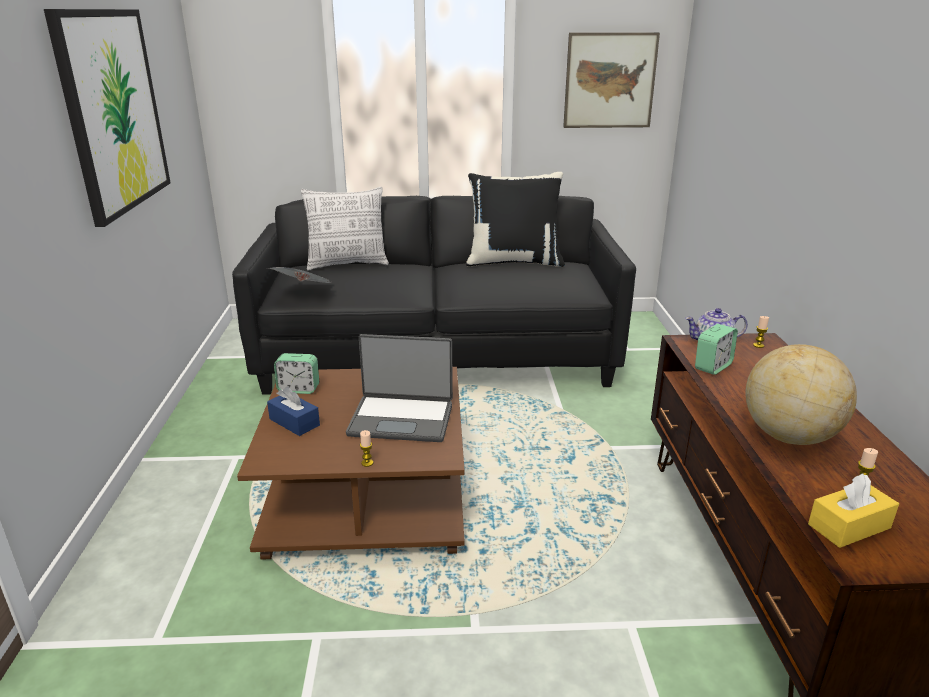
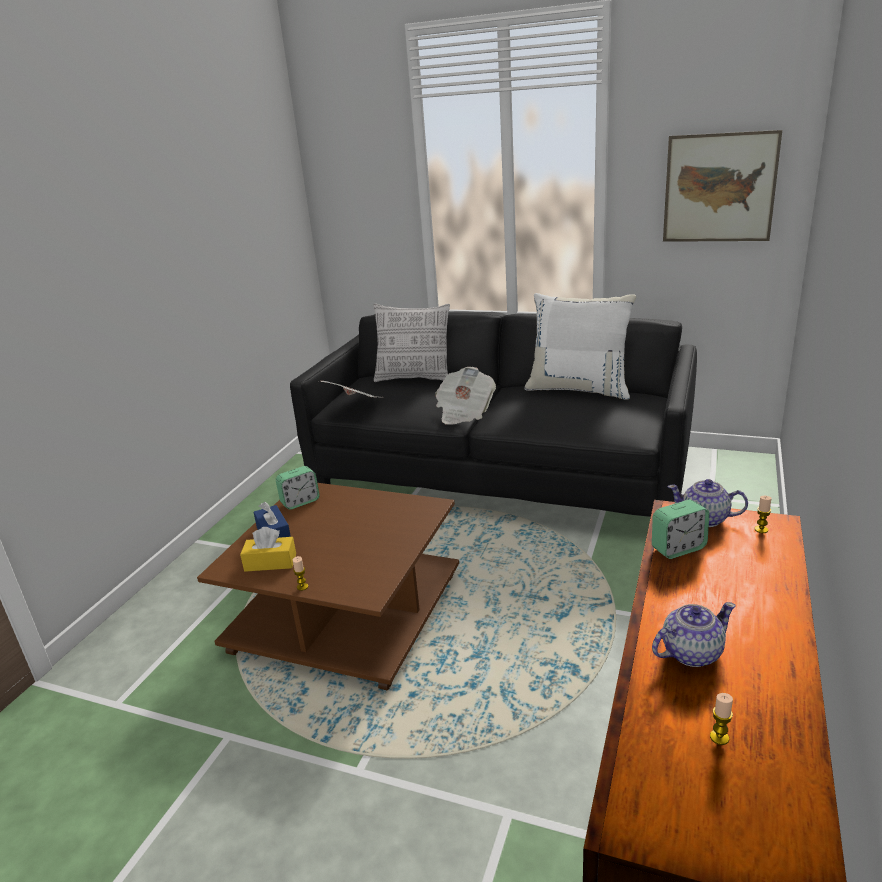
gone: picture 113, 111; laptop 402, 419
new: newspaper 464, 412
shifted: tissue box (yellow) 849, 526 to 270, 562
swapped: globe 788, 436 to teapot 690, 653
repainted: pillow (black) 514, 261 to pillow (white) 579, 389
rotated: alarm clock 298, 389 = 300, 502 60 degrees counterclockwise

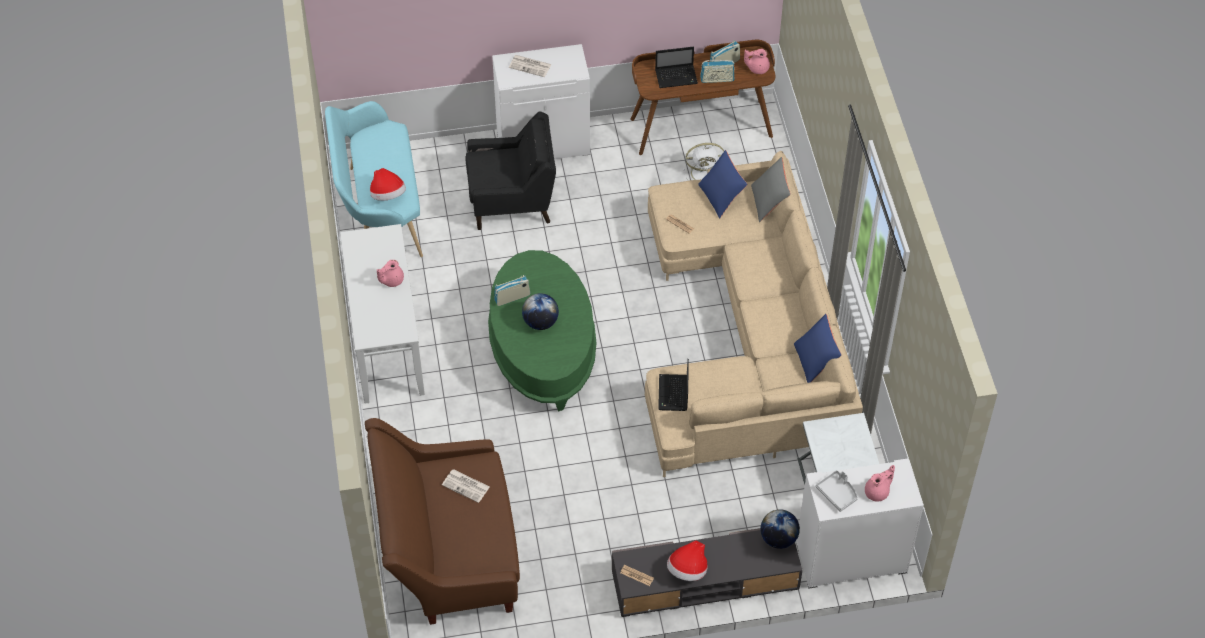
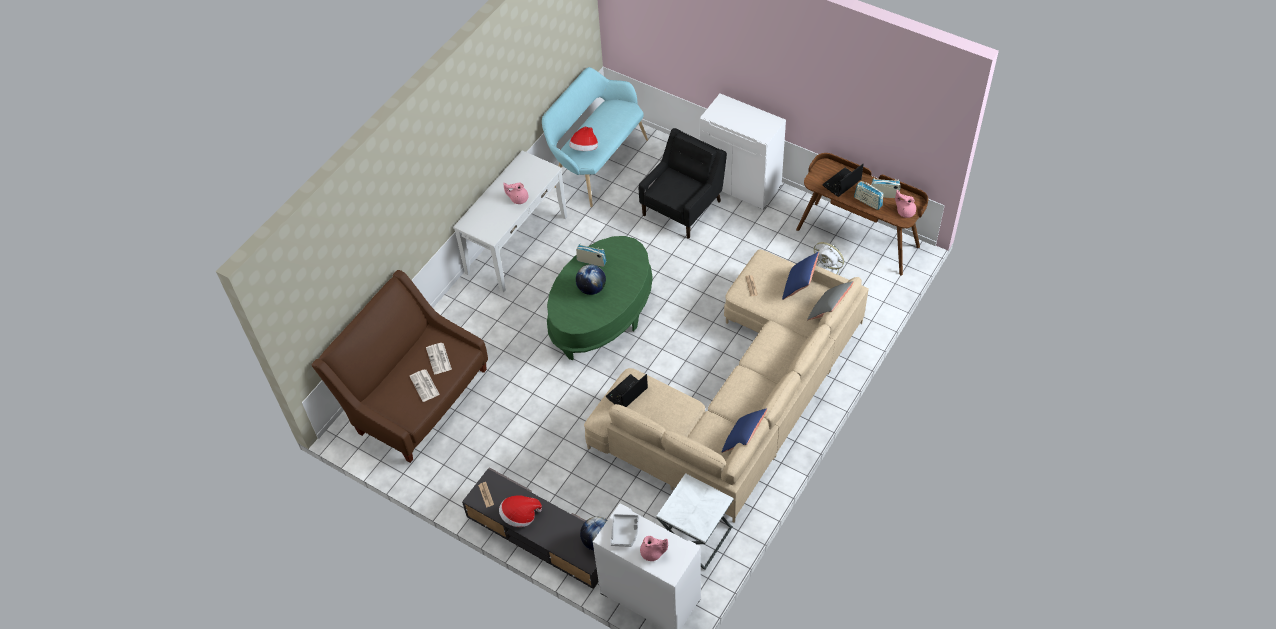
shifted: newspaper 530, 66 to 425, 386
rotated: laptop 677, 77 = 841, 183 105 degrees clockwise; armchair (black) 512, 200 = 682, 207 90 degrees counterclockwise

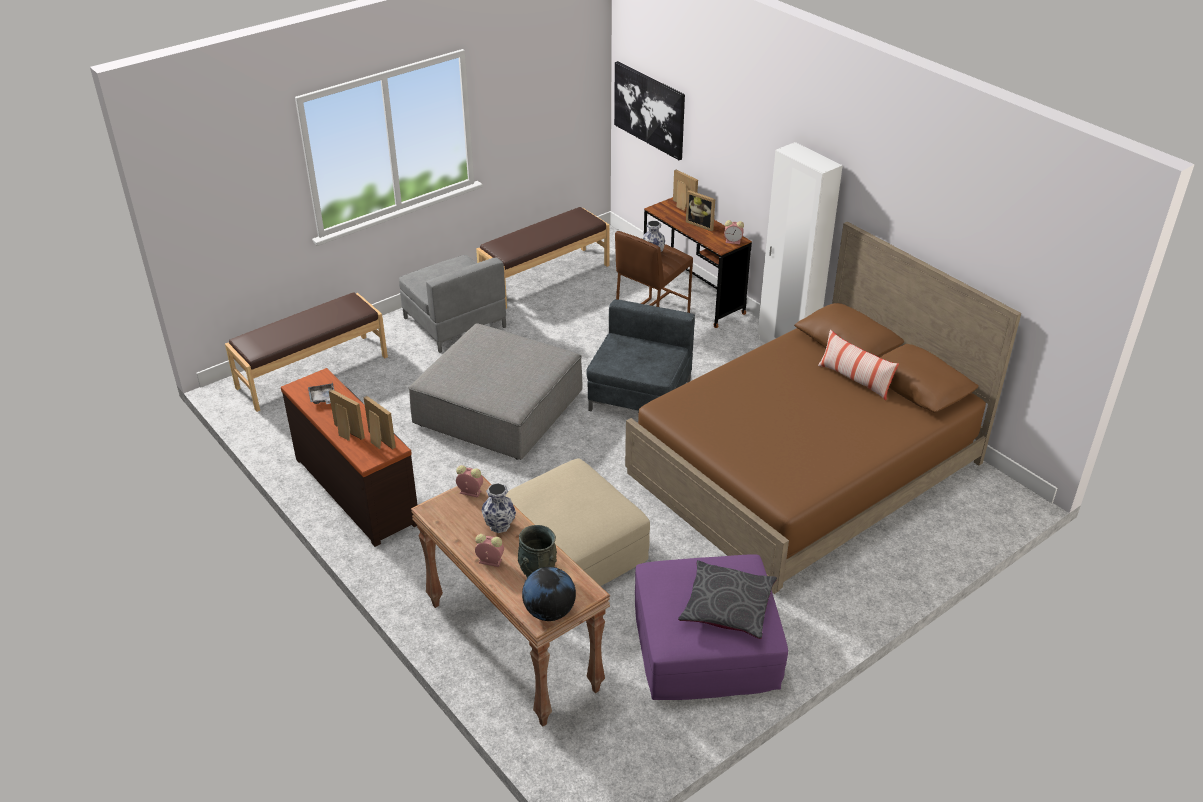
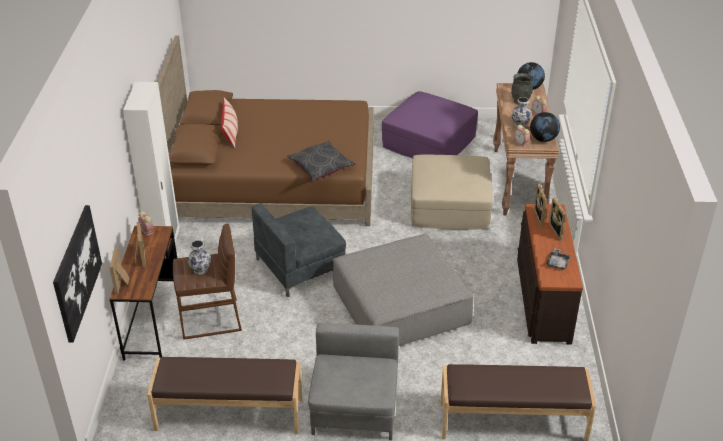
new: globe 543, 139
shifted: pillow (grey) 727, 607 to 321, 166

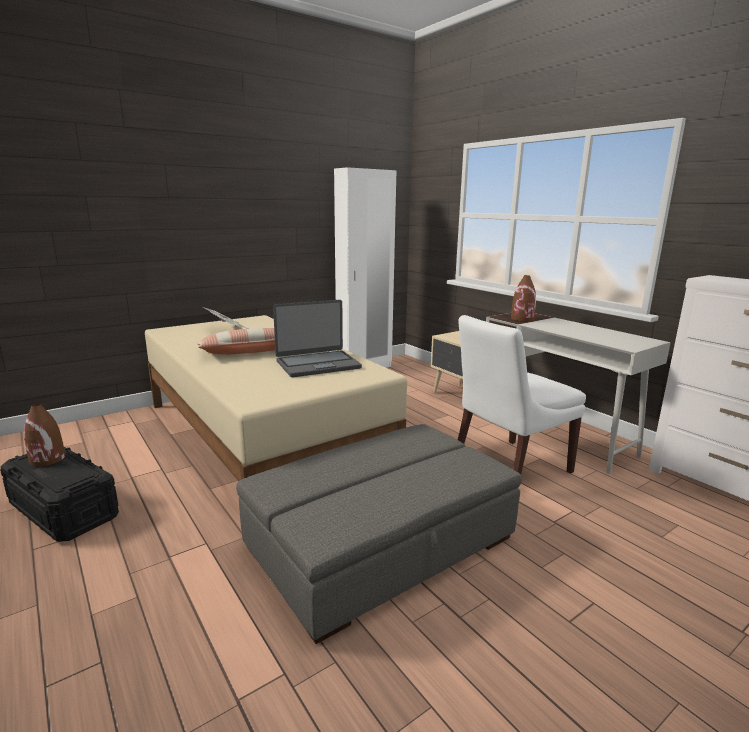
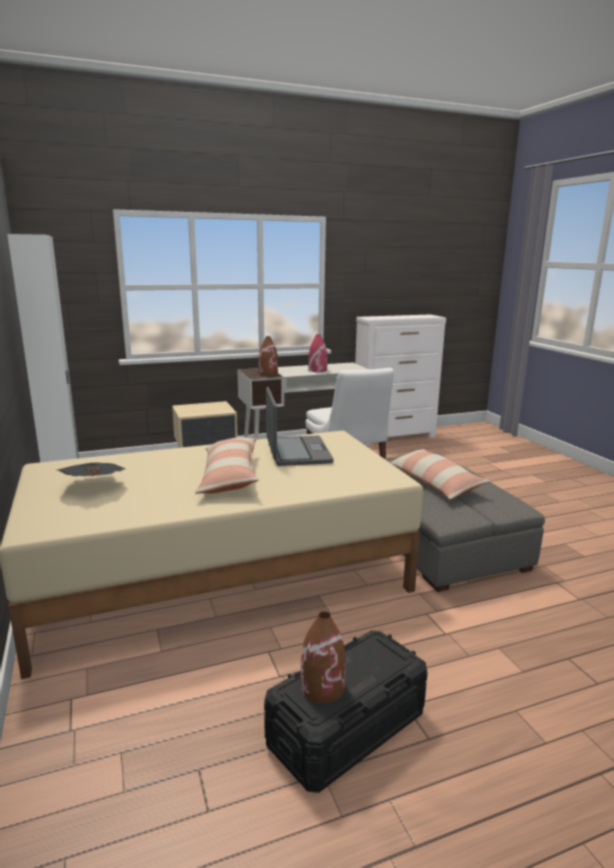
new: vase (red) 317, 370; pillow 434, 483

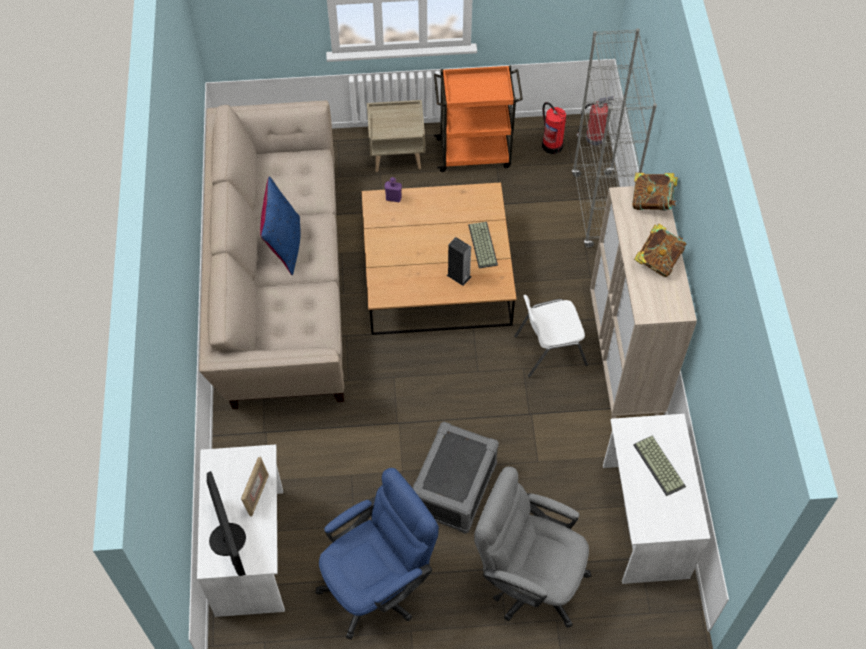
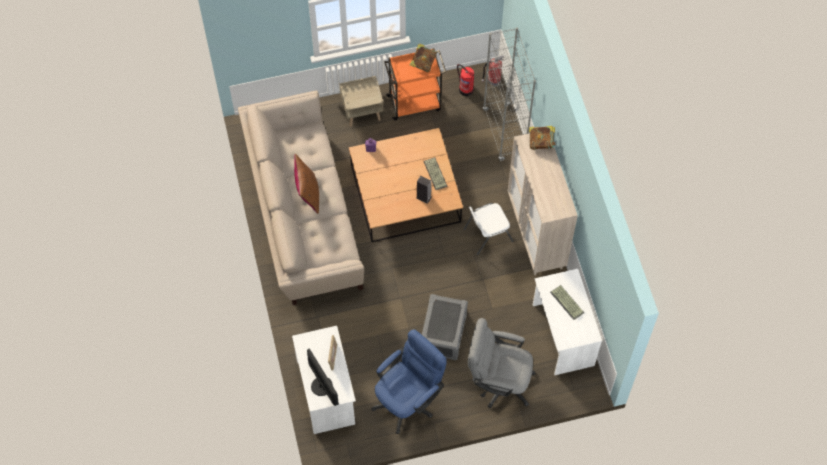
shifted: book 658, 260 to 423, 63
repainted: pillow (blue) 284, 245 to pillow (brown) 308, 194

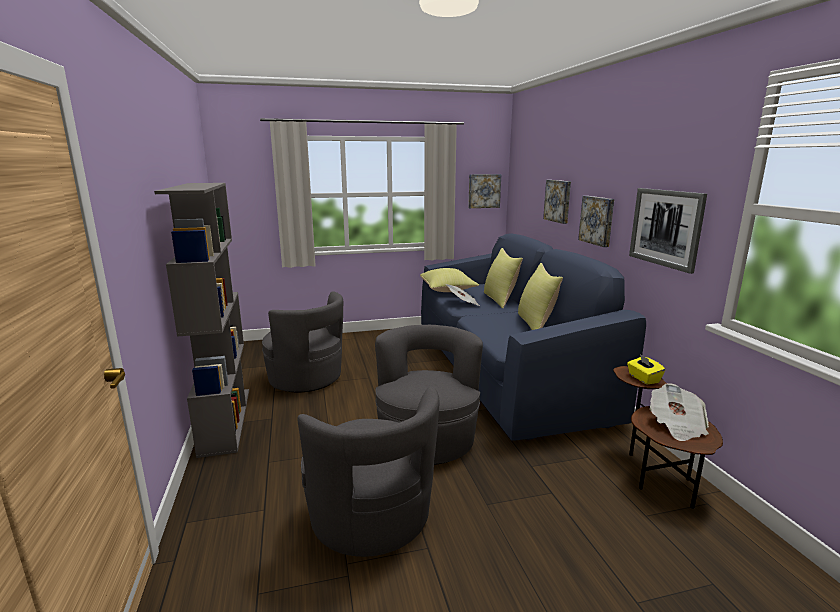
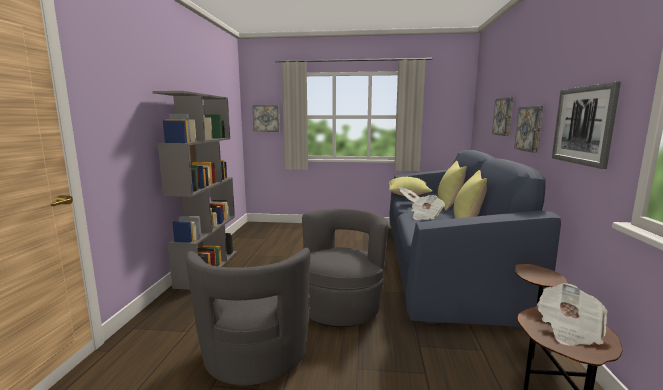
gone: armchair (grey) 307, 379; tissue box (yellow) 643, 378
new: newspaper 425, 216
shifted: picture 484, 191 to 266, 118

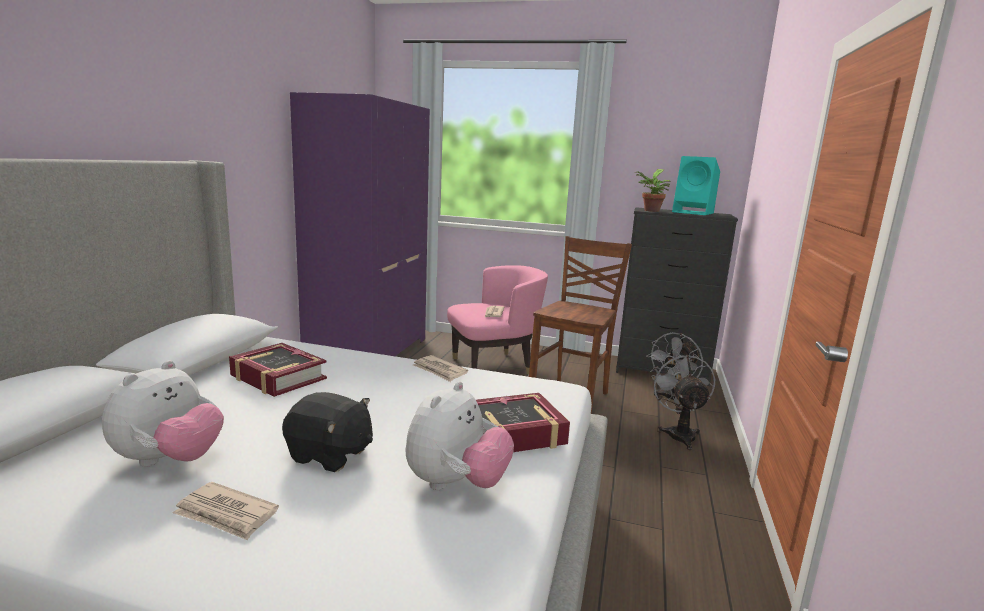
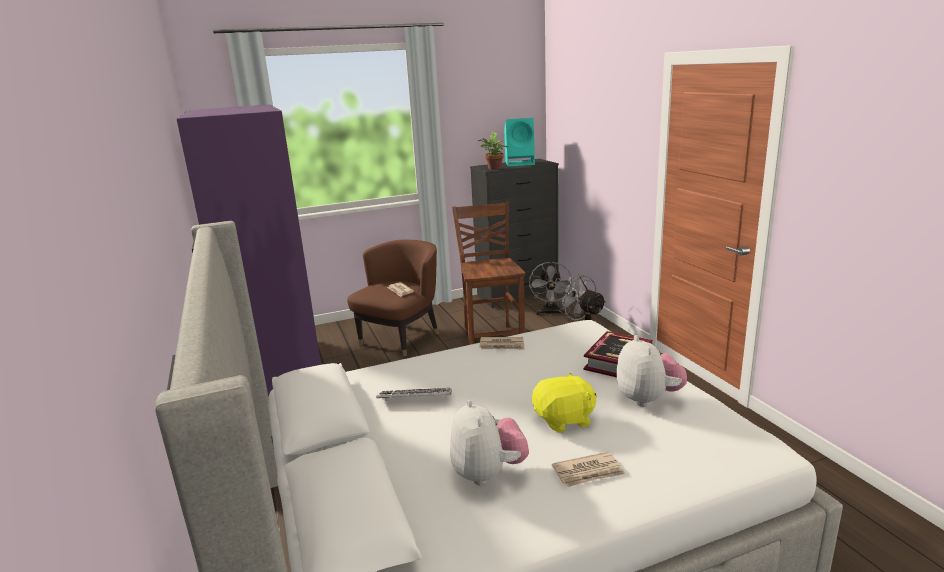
swapped: book 277, 377 to keyboard 415, 398
repainted: armchair (pink) 493, 366 to armchair (brown) 401, 338; plush toy (black) 329, 455 to plush toy (yellow) 564, 420

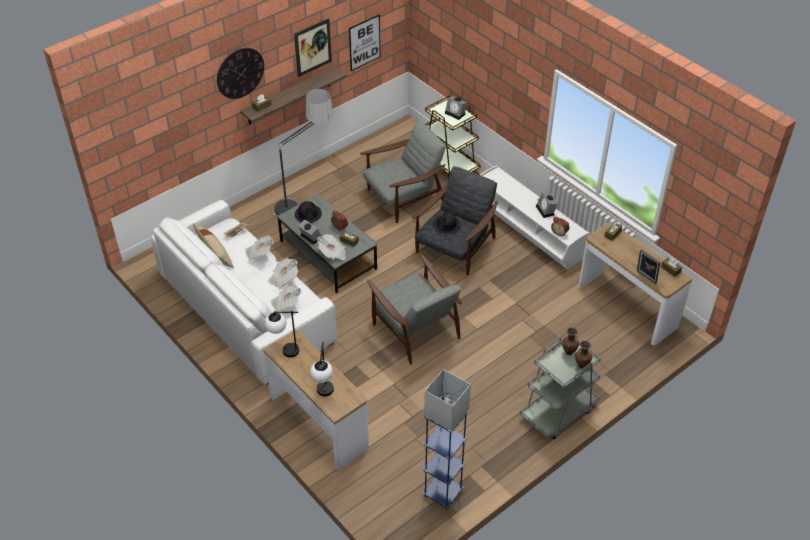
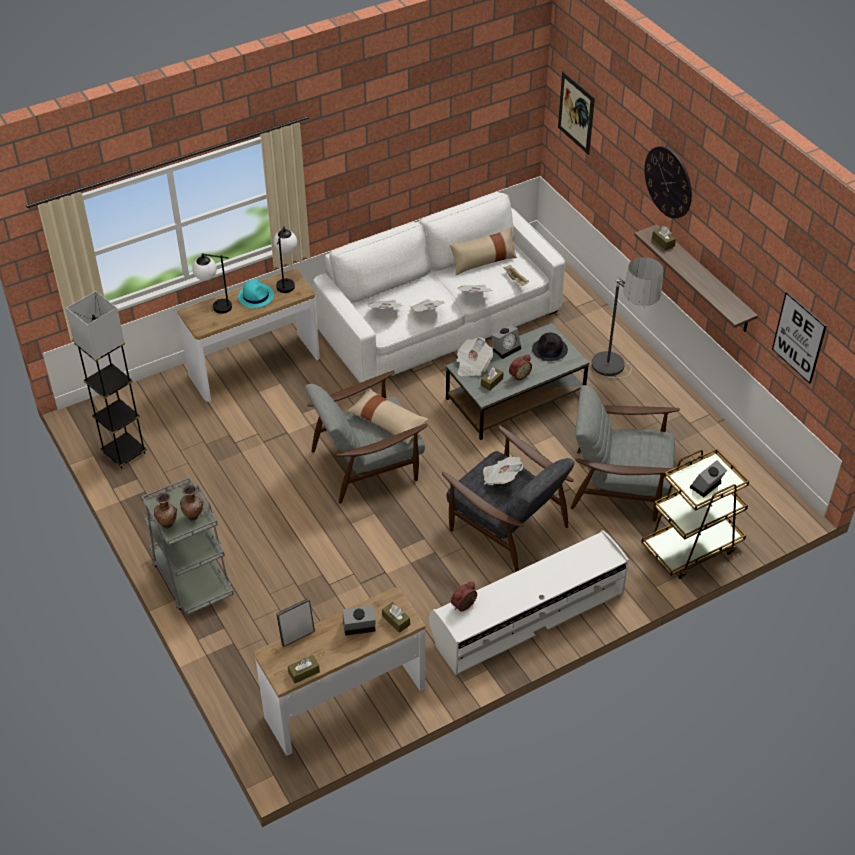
new: hat (turquoise) 256, 296; pillow (beige) 387, 421
shifted: picture 313, 47 to 576, 112; alarm clock 546, 210 to 358, 627
swapped: hat (black) 446, 225 to newspaper 501, 478
repainted: floor lamp (blue) 442, 493 to floor lamp (grey) 124, 453
rotated: armchair (grey) 404, 197 = 620, 485 120 degrees clockwise

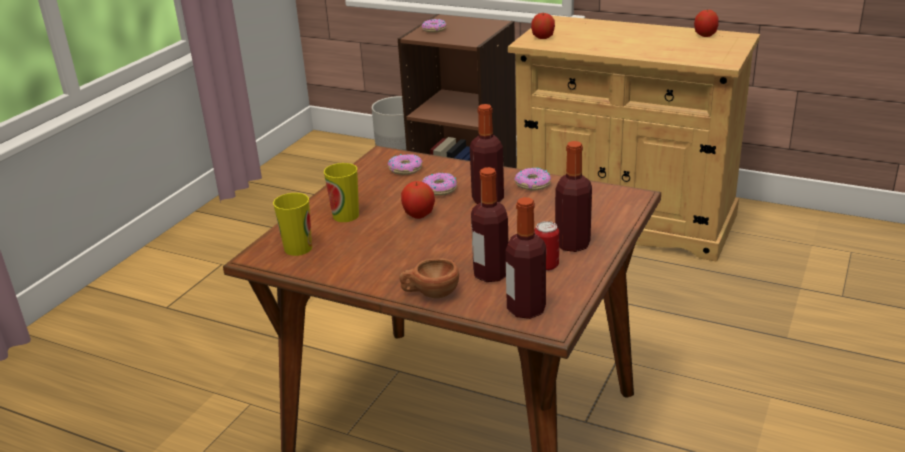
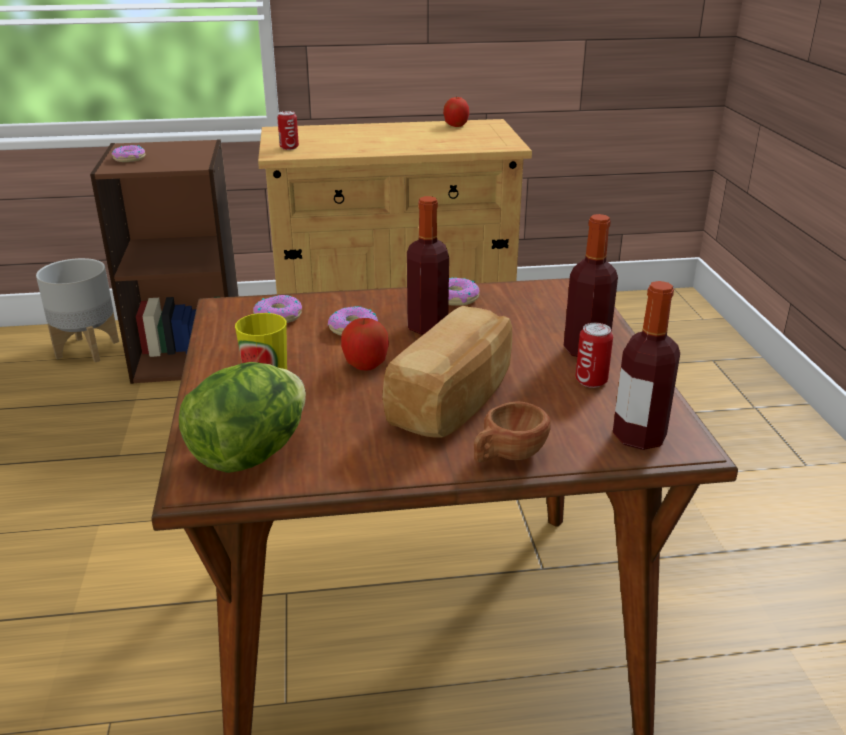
gone: bottle 491, 274
new: bread 455, 401
swapped: apple 543, 38 to can 289, 148; cup 298, 248 to lettuce 250, 454

